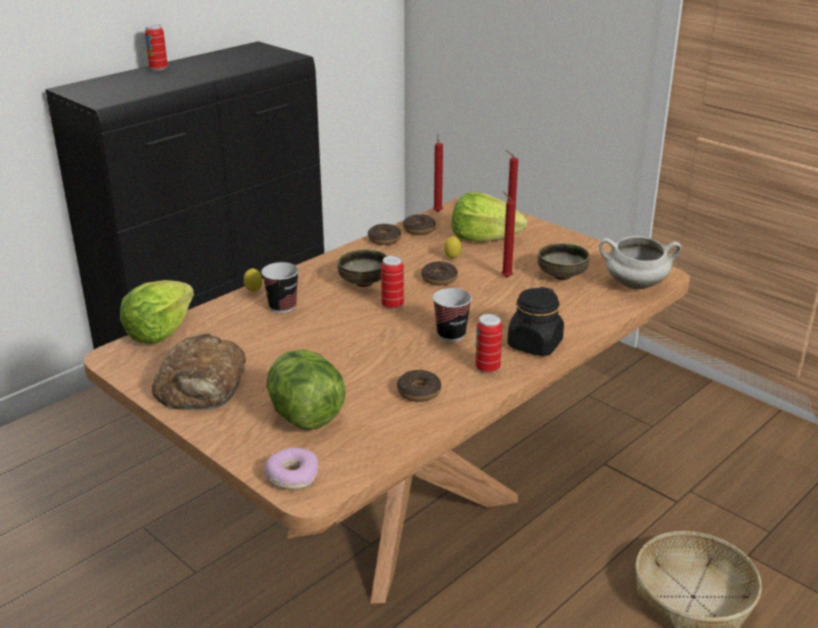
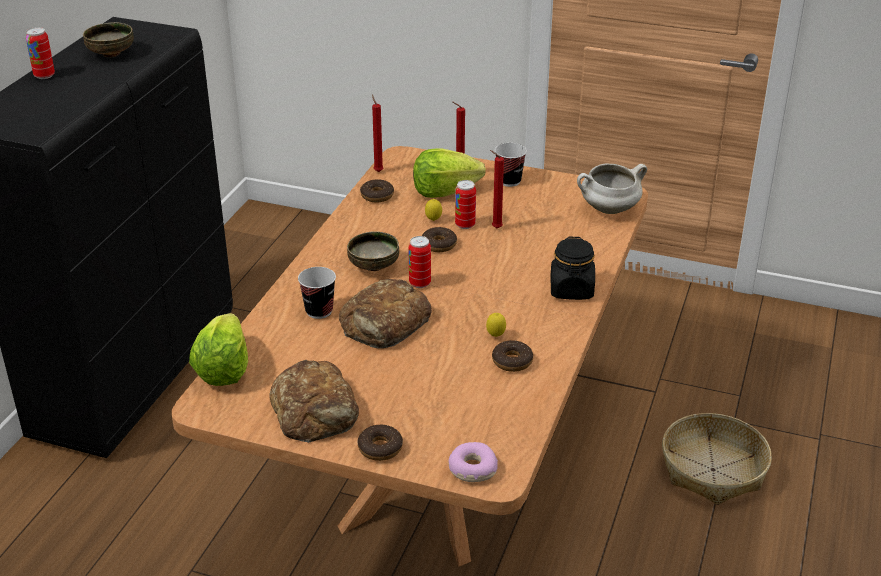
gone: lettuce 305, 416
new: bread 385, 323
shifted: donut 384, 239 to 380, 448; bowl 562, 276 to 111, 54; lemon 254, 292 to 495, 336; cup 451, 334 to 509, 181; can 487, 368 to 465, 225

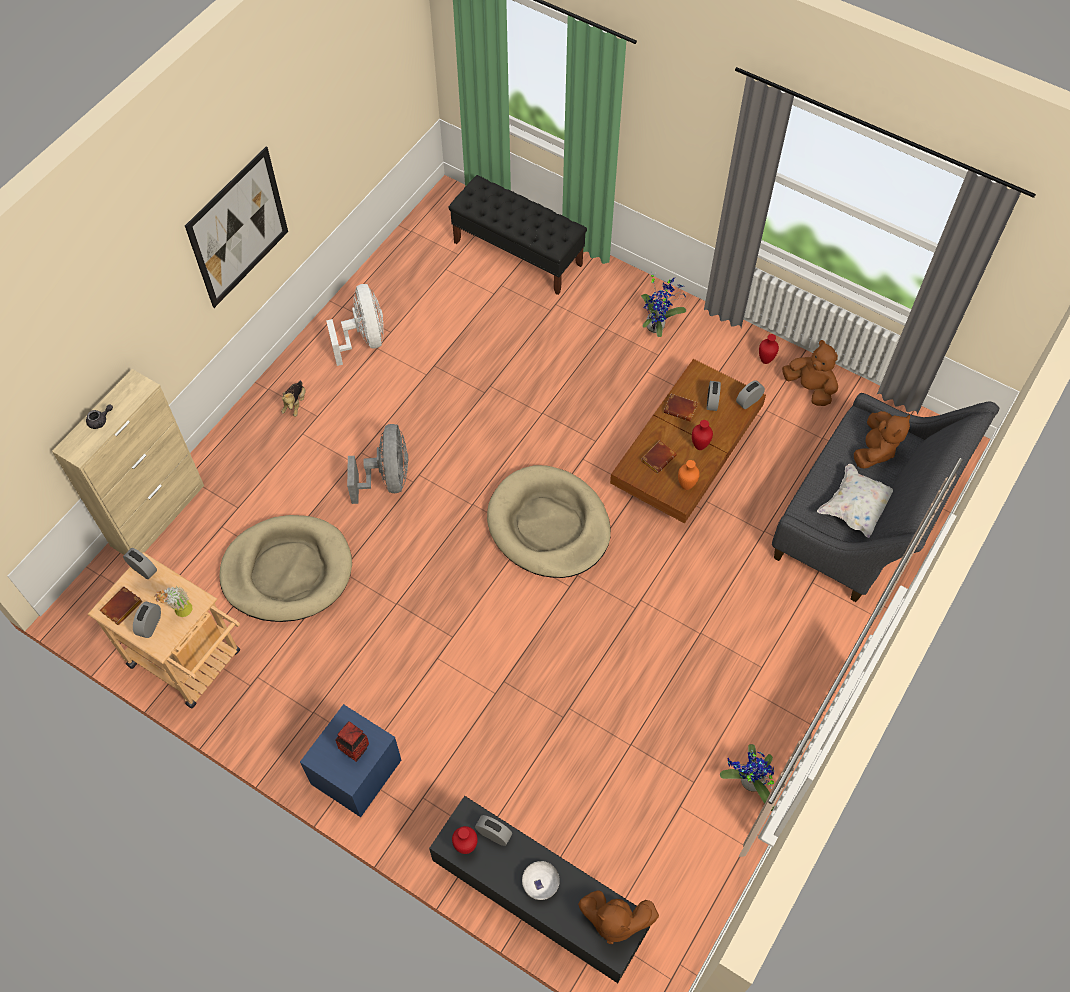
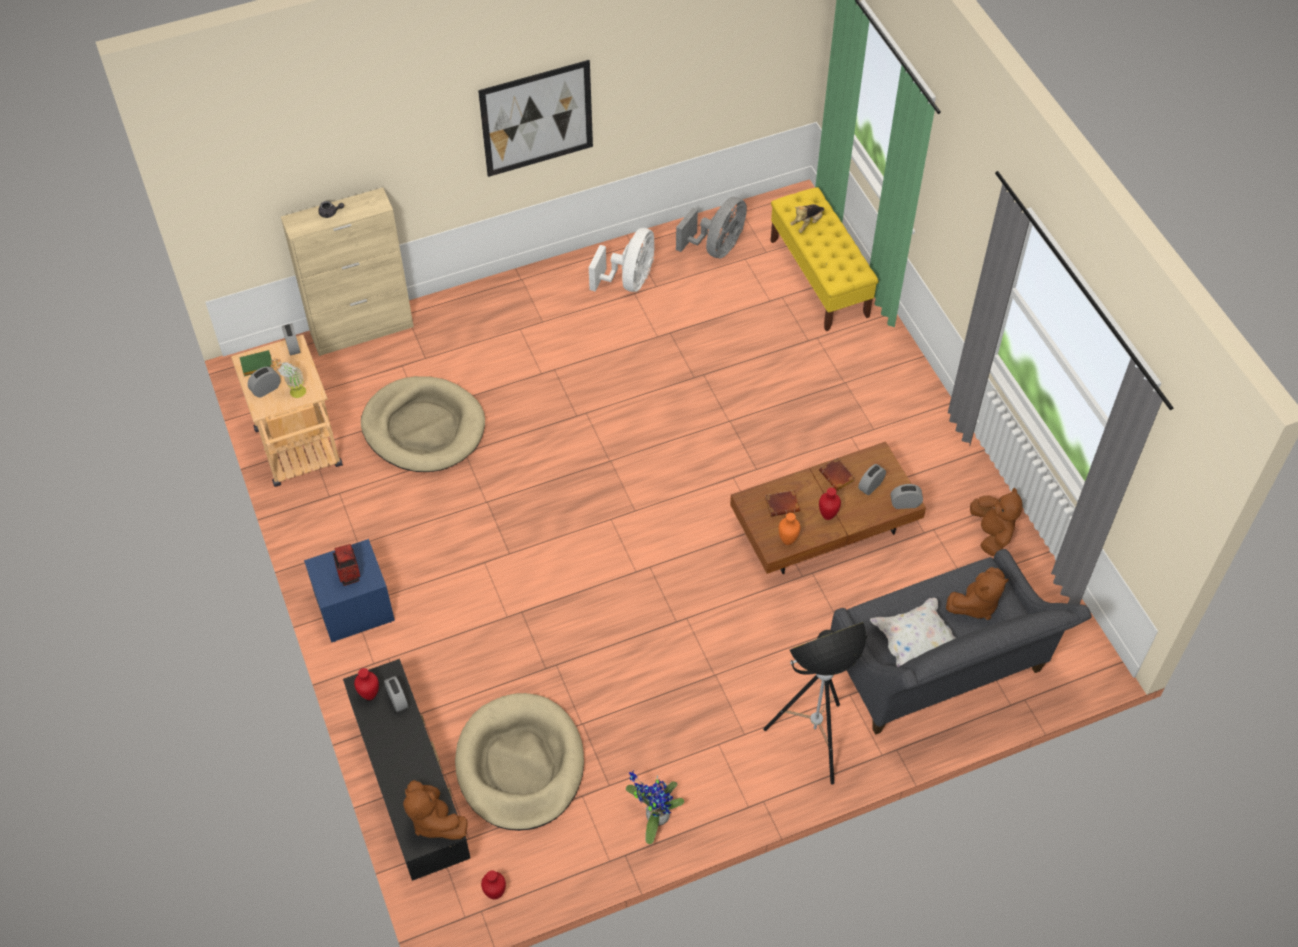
gone: potted plant 657, 325; bowl (white) 541, 884
new: floor lamp 812, 741
shifted: vase (red) 765, 361 to 494, 894; plush toy 295, 403 to 807, 224; fan (grey) 387, 479 to 716, 247; dog bed (beige) 549, 525 to 520, 765
repainted: bench (black) 518, 254 to bench (yellow) 819, 278; book (brown) 122, 608 to book (green) 256, 366

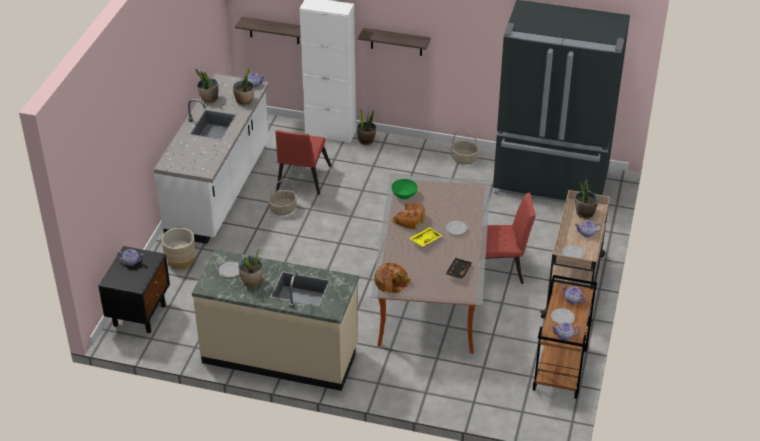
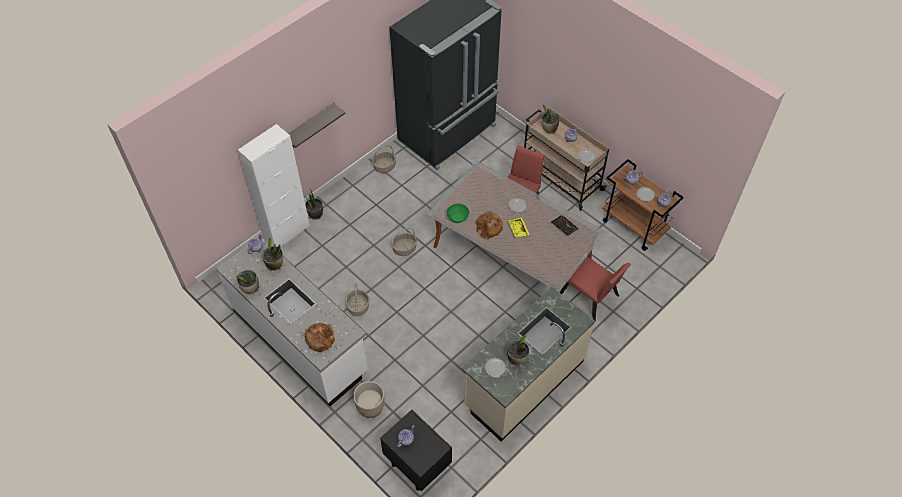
gone: shelf 274, 30
new: basket 404, 248
shifted: chair (red) 302, 180 to 591, 299; bread 391, 282 to 320, 339

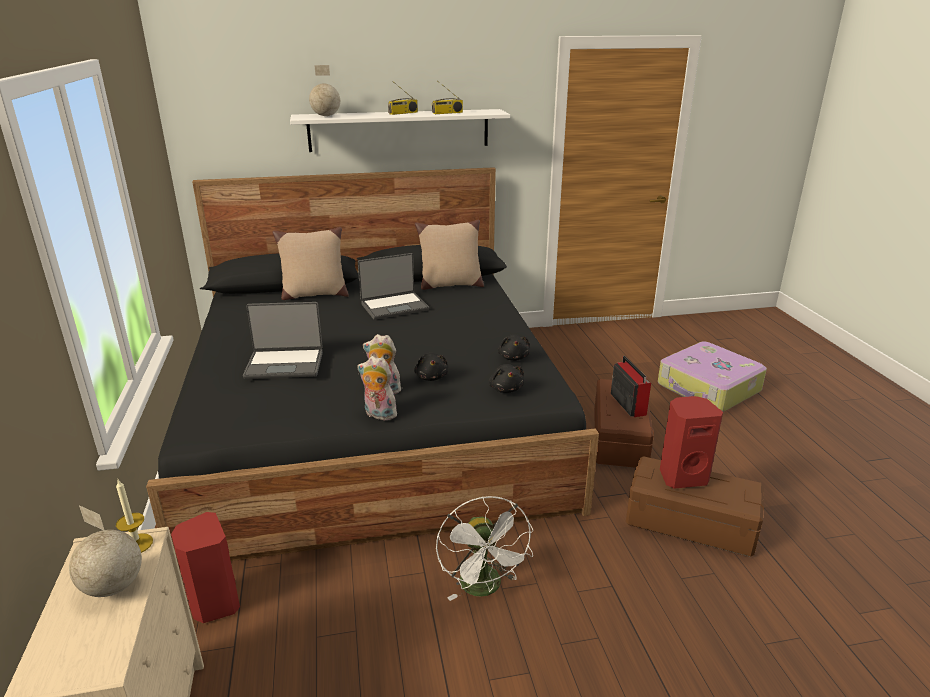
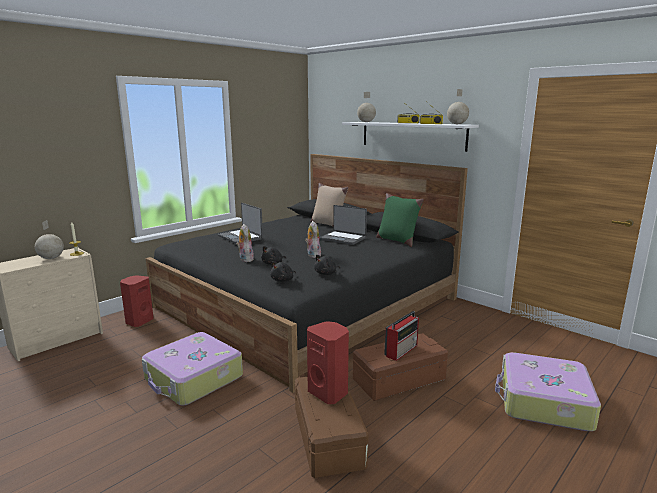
new: globe 456, 124
shifted: plush toy 378, 415 to 312, 255
swapped: fan (white) 484, 588 to suitcase 193, 378
repainted: pillow (beige) 450, 285 to pillow (green) 397, 240

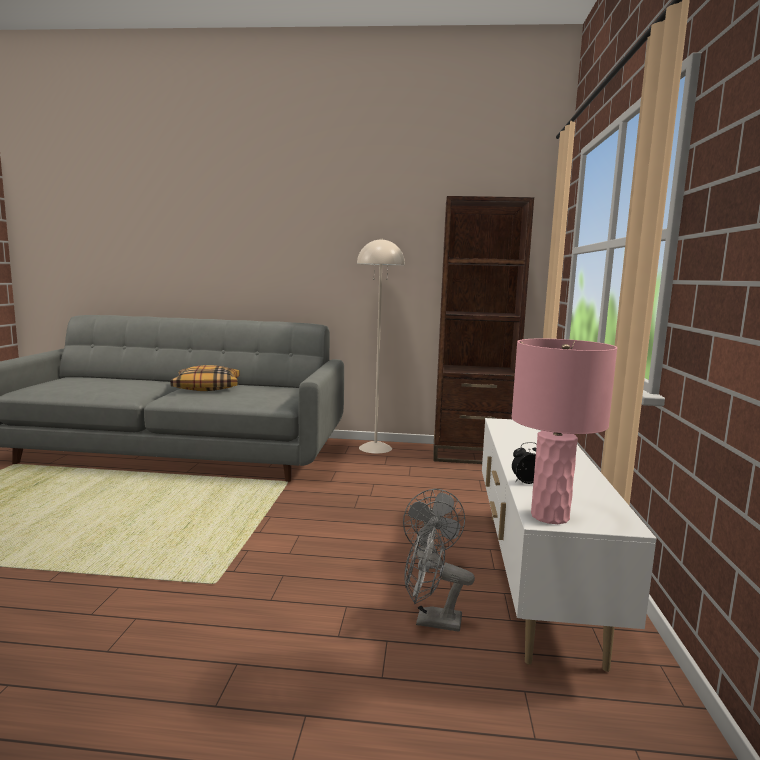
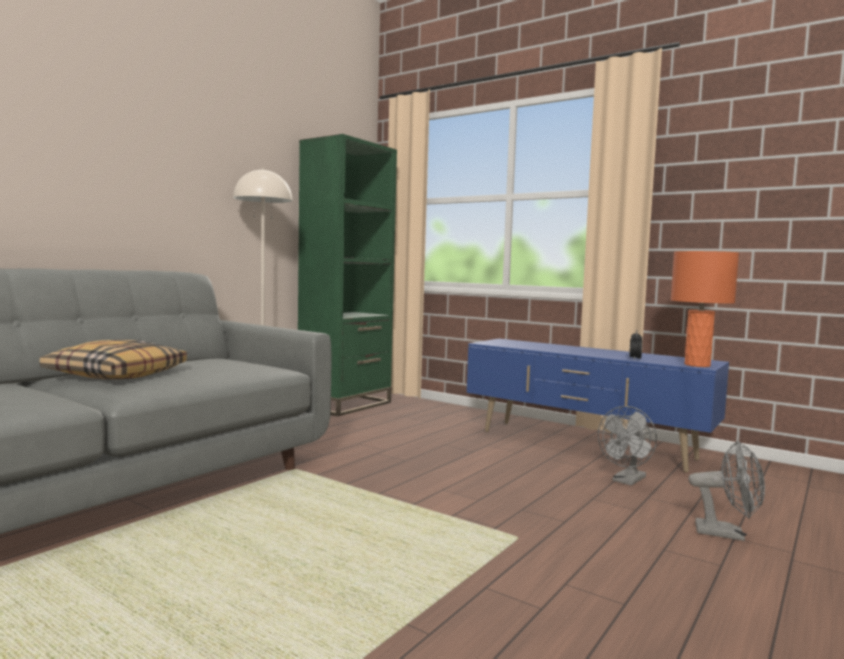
shifted: fan (grey) 430, 563 to 727, 534
repainted: bookcase (brown) 471, 455 to bookcase (green) 345, 405; table lamp (pink) 550, 516 to table lamp (orange) 697, 365; tv stand (white) 534, 578 to tv stand (blue) 585, 445

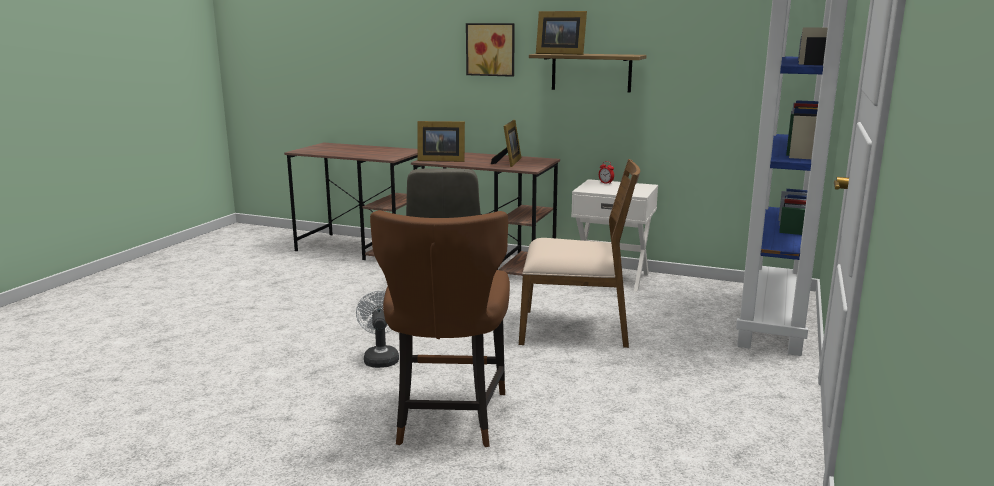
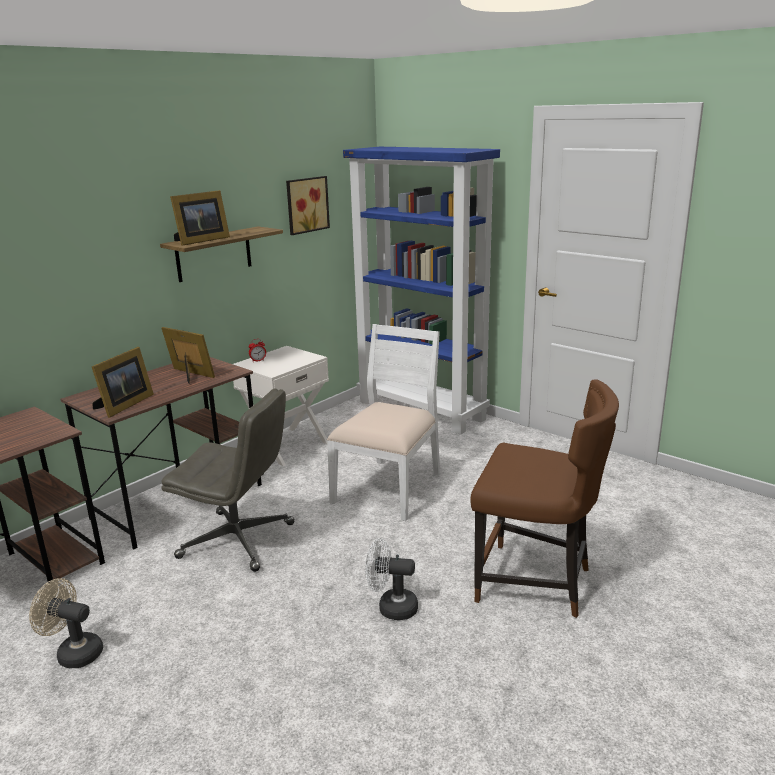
new: fan (beige) 74, 653
shifted: picture 491, 49 to 306, 205
repainted: chair (brown) 575, 329 to chair (white) 389, 487

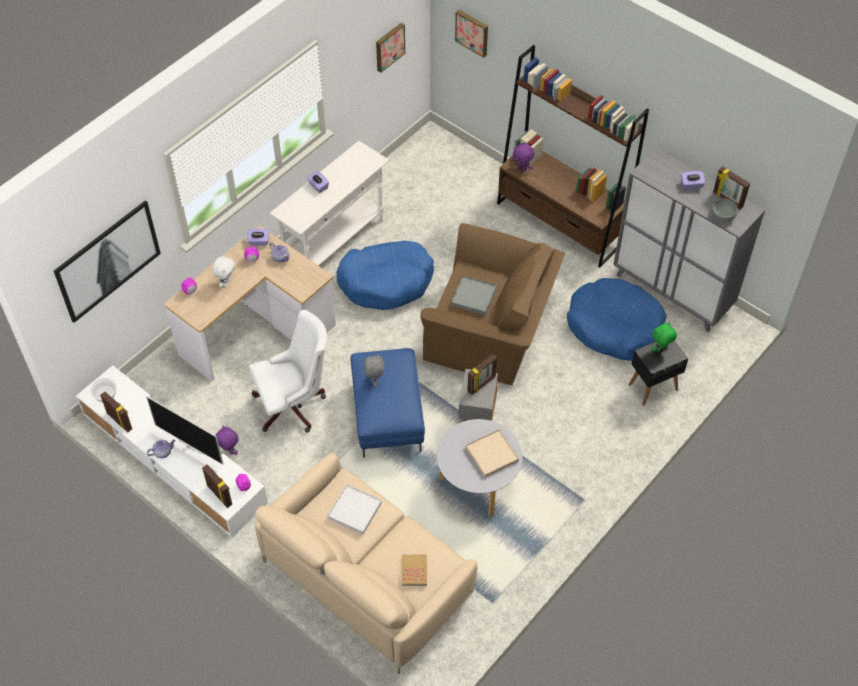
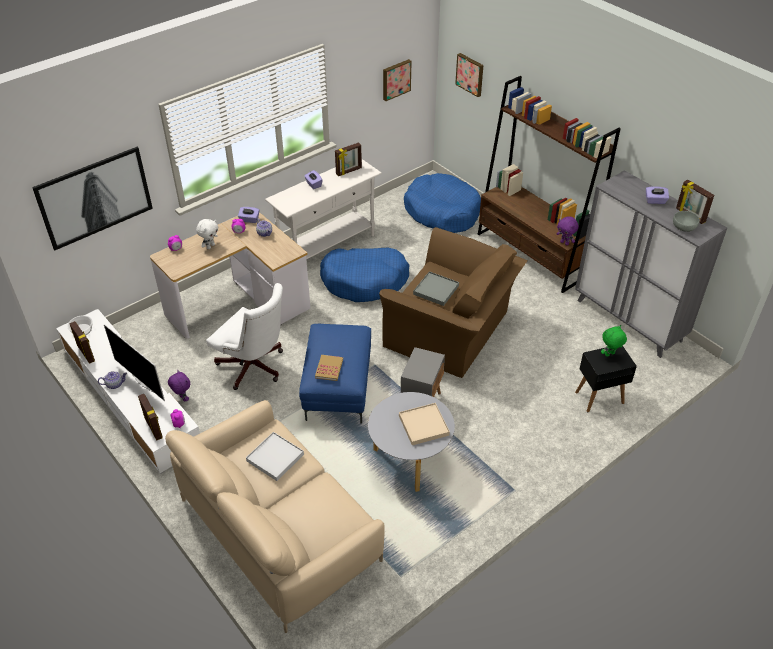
gone: plush toy (grey) 374, 380
shifted: plush toy (purple) 522, 168 to 565, 243; dog bed (blue) 615, 327 to 442, 212; picture frame 481, 384 to 349, 171; book 414, 571 to 329, 369
rotated: office chair (white) 294, 405 = 254, 368 45 degrees clockwise

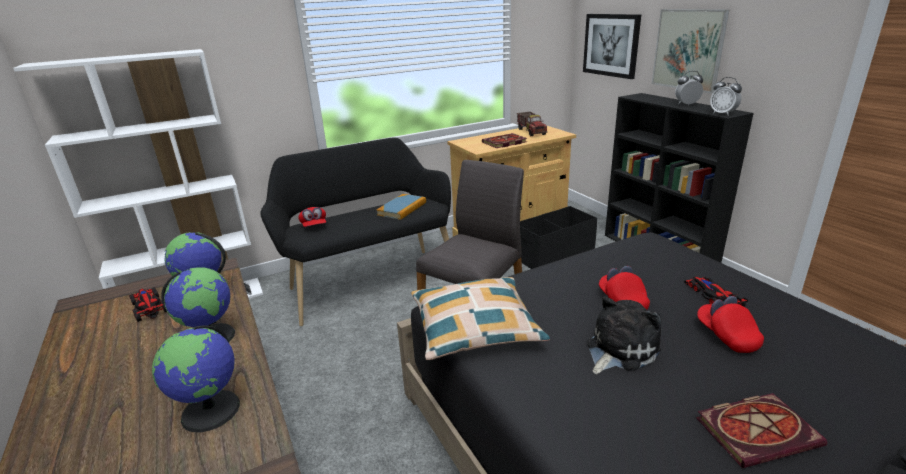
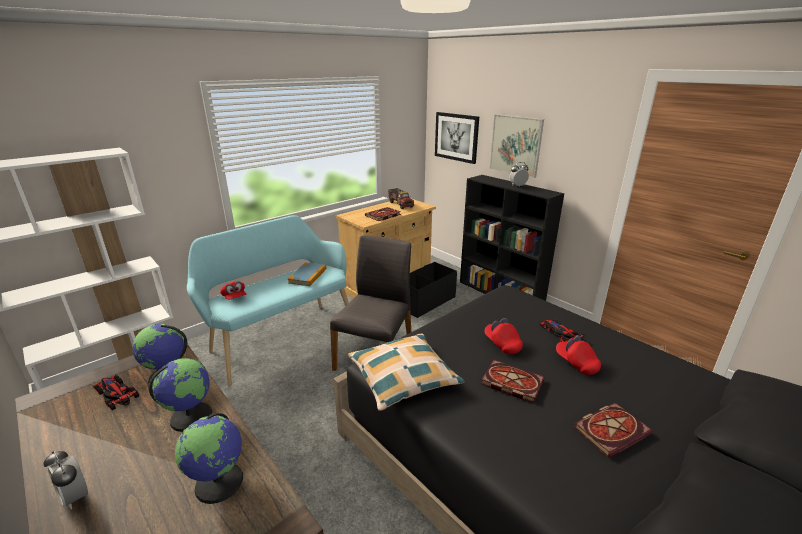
shifted: alarm clock 722, 114 to 76, 496
swapped: plush toy 619, 349 to book 510, 382
repainted: bench (black) 370, 281 to bench (turquoise) 280, 337

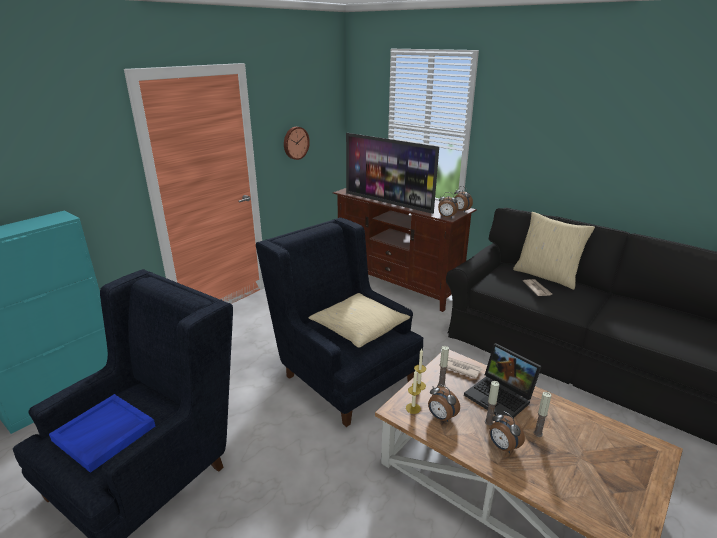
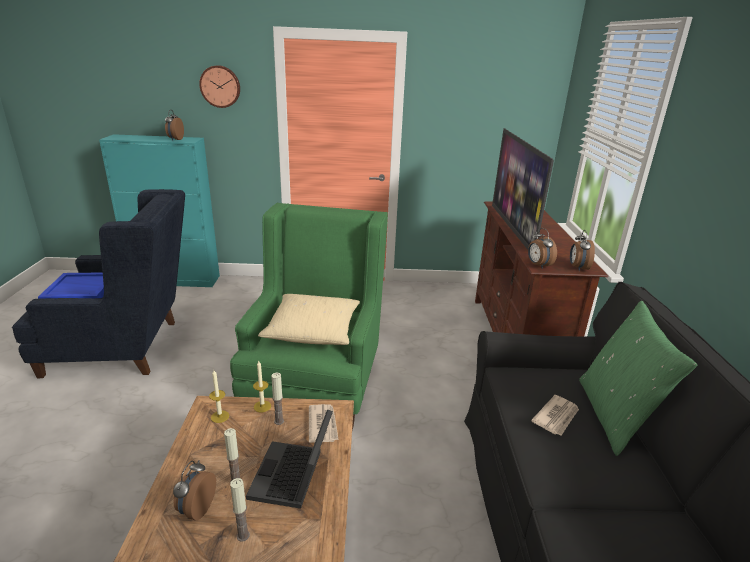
shifted: wall clock 295, 143 to 220, 86; alarm clock 441, 417 to 175, 139
repainted: pillow (beige) 546, 276 to pillow (green) 615, 416; armchair (blue) 342, 374 to armchair (green) 316, 378

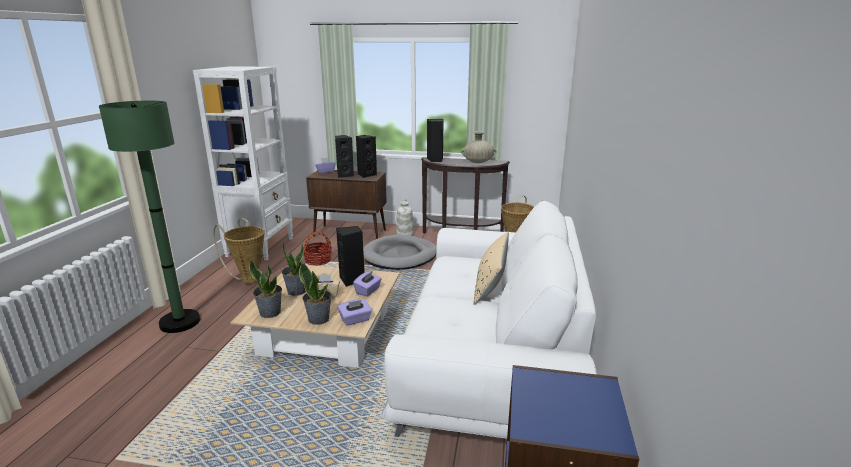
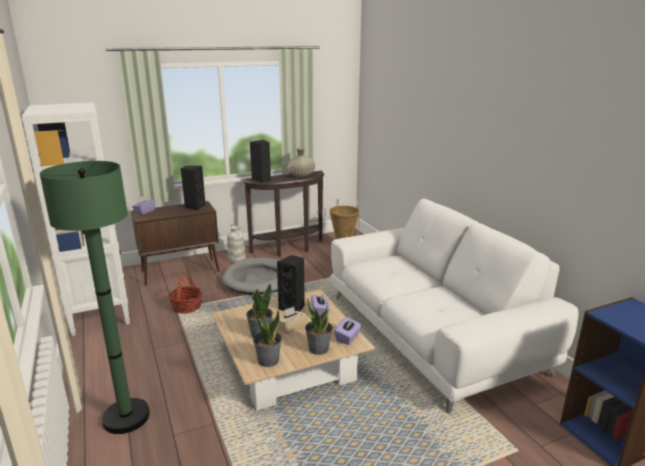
gone: speaker (black) 344, 175; basket 249, 279; pillow (beige) 491, 284

